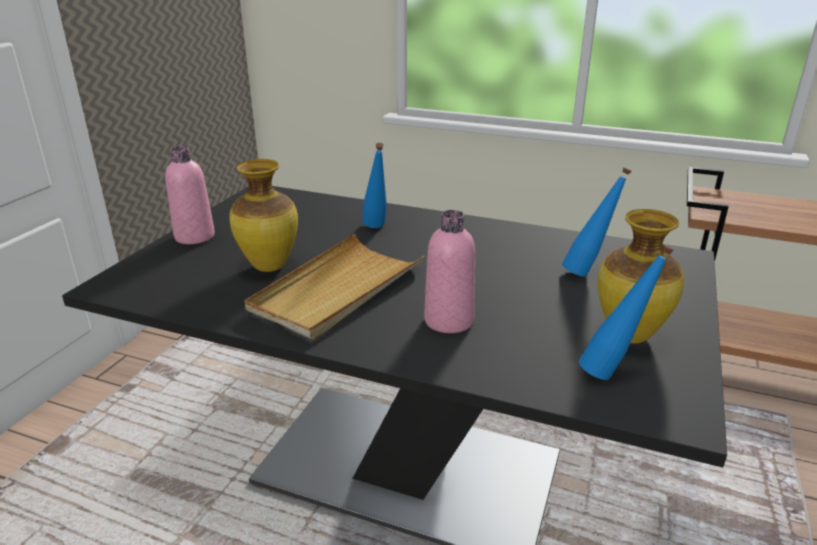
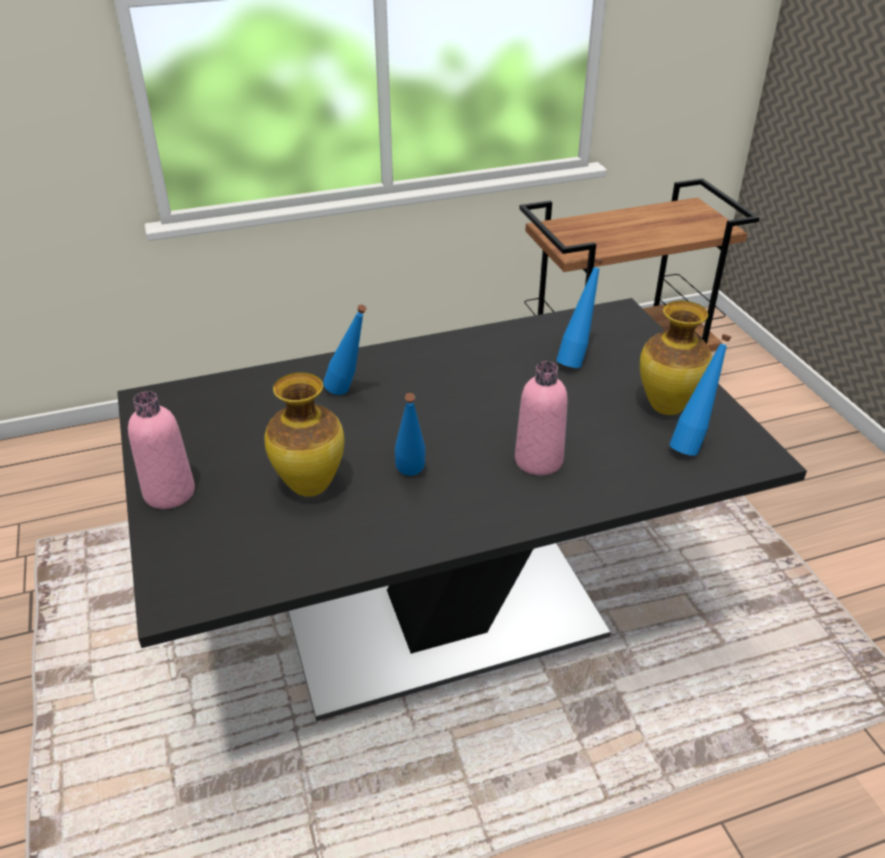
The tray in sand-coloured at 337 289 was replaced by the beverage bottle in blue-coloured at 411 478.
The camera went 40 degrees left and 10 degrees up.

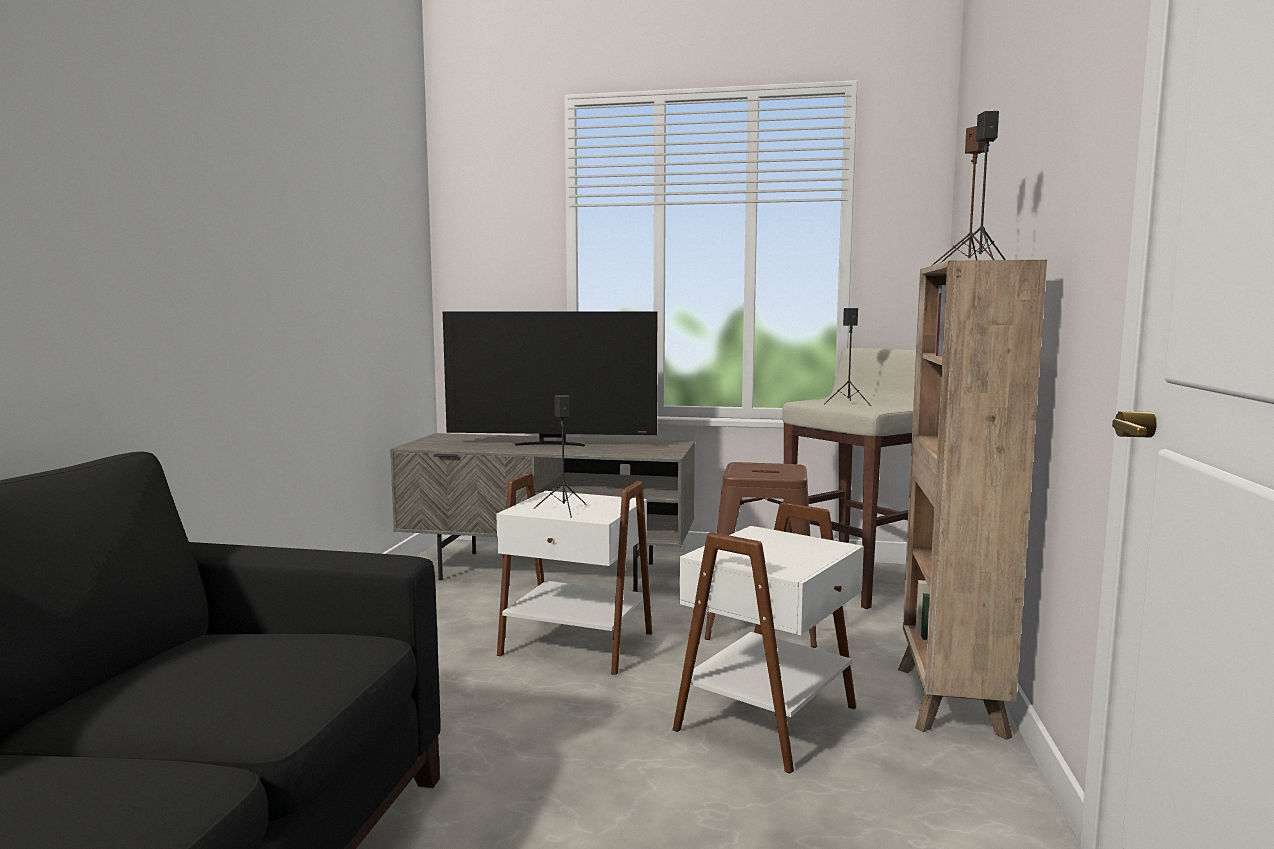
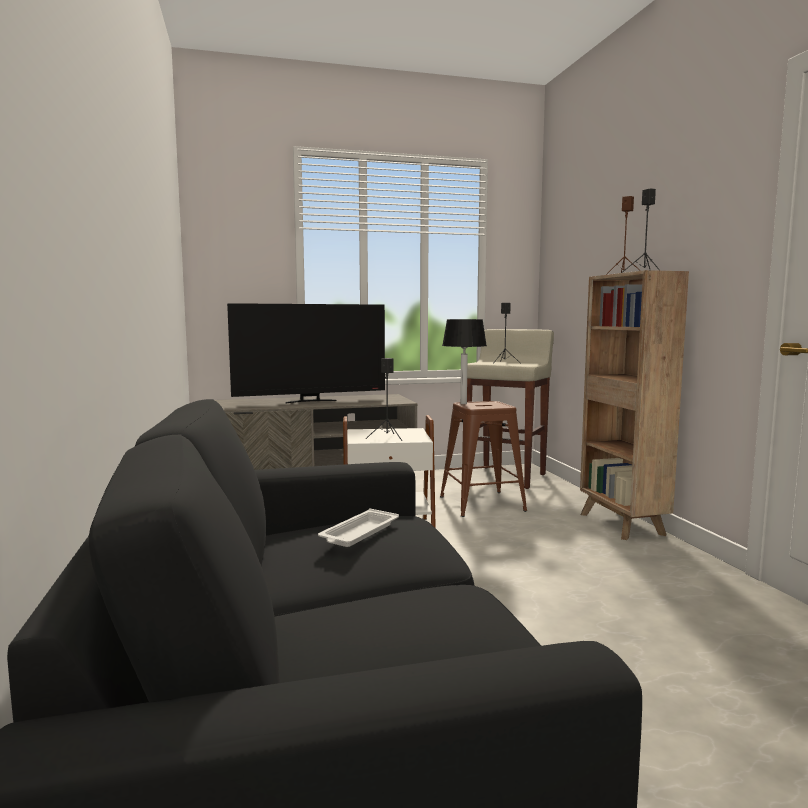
The end table in white-coloured at 770 719 disappeared.
The tray in white-coloured at 358 533 appeared.
The lamp for a table at 463 403 appeared.
The camera went 25 degrees left and 0 degrees up.

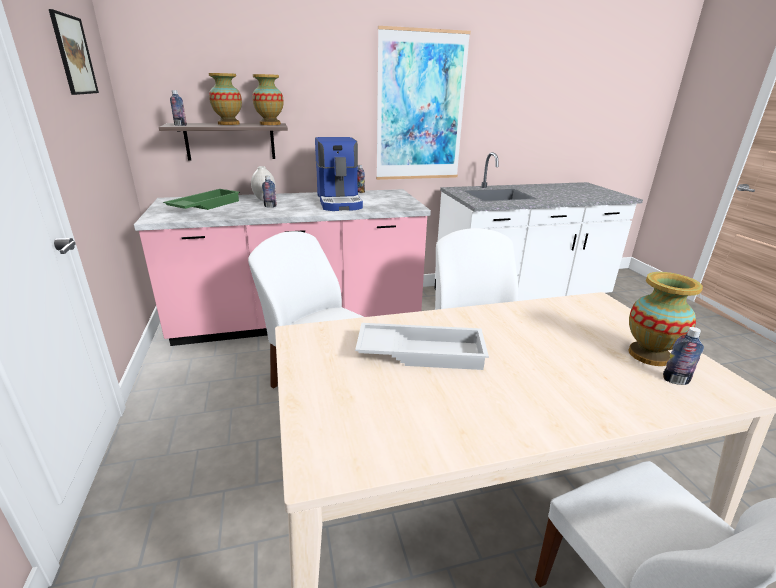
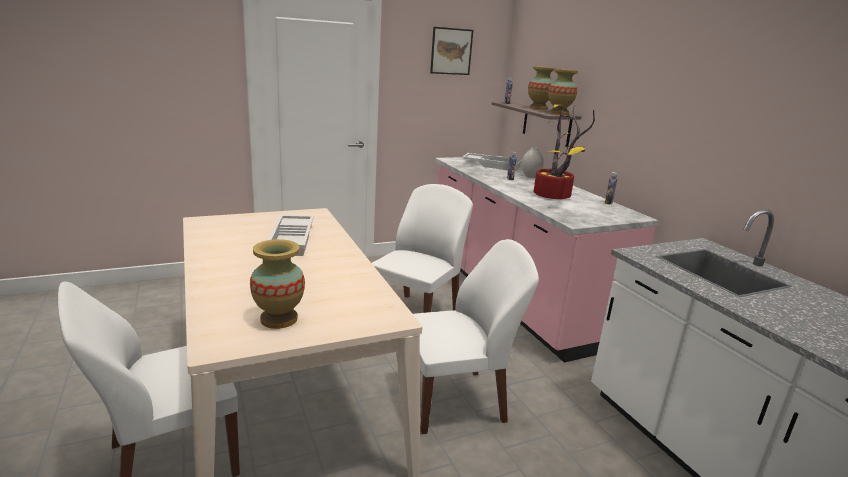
The tray in green-coloured at 204 205 became the tray in white-coloured at 492 165.
The coffee maker at 340 202 was replaced by the plant in a pot at 555 196.
The wall picture at 420 108 disappeared.
The beverage bottle at 675 380 disappeared.
The camera went 80 degrees right and 5 degrees down.

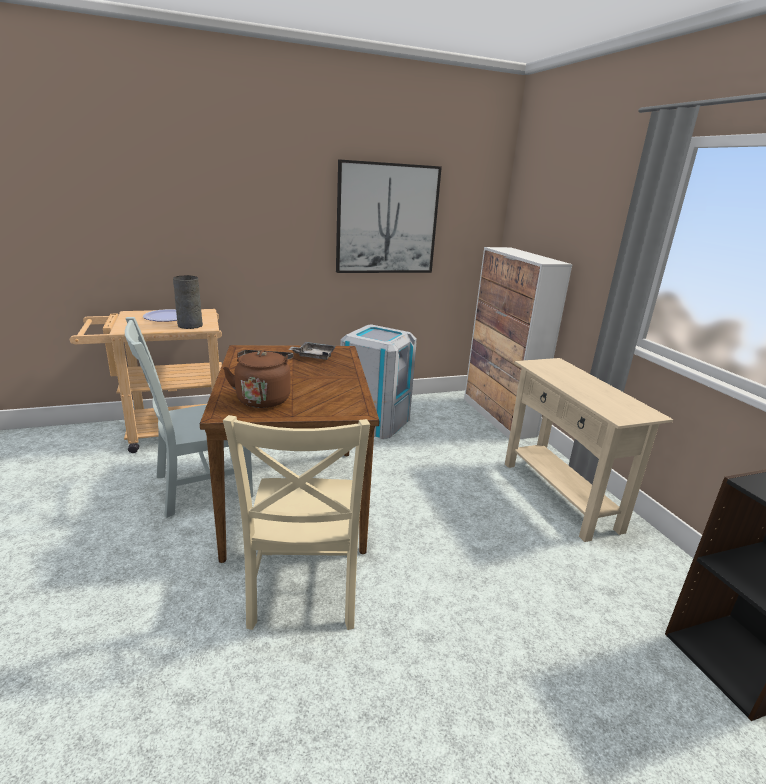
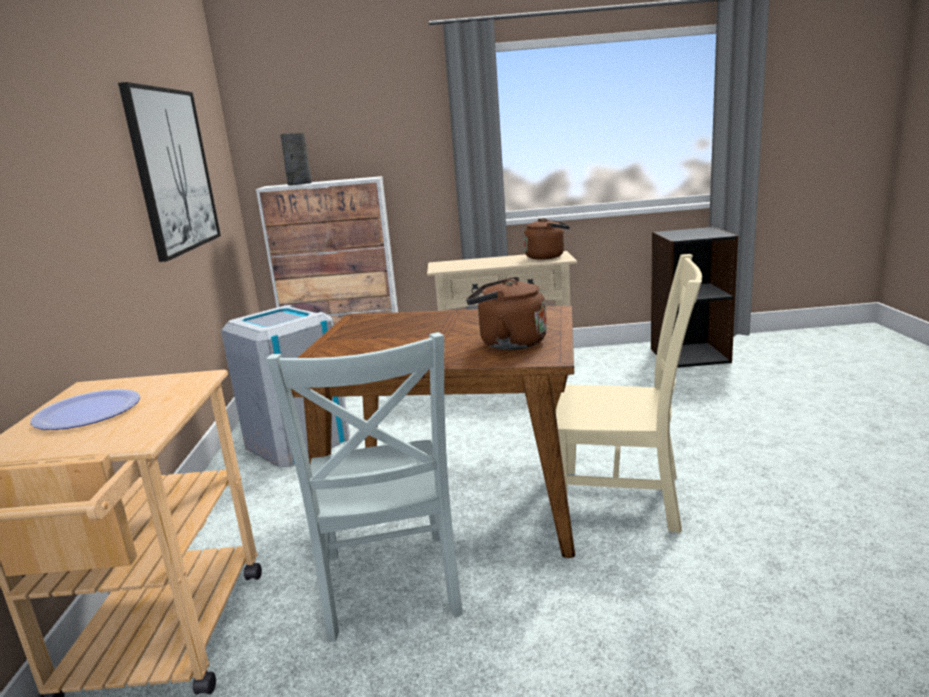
The decorative vase in gray moved from 189 325 to 299 184.
The tray in gray at 314 356 disappeared.
The kettle in brownish at 547 256 appeared.
The camera went 70 degrees left and 5 degrees down.

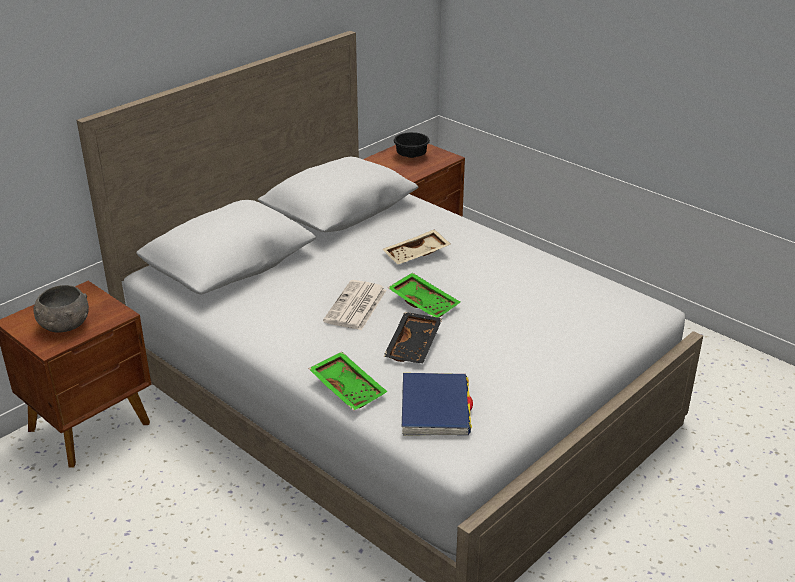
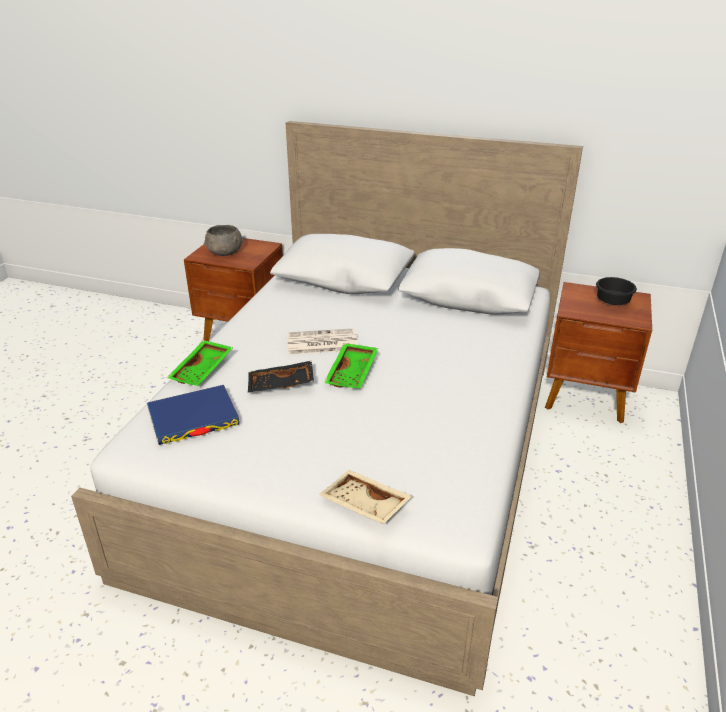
The tray in sand-coloured moved from 417 255 to 363 505.
The camera went 65 degrees right and 0 degrees up.

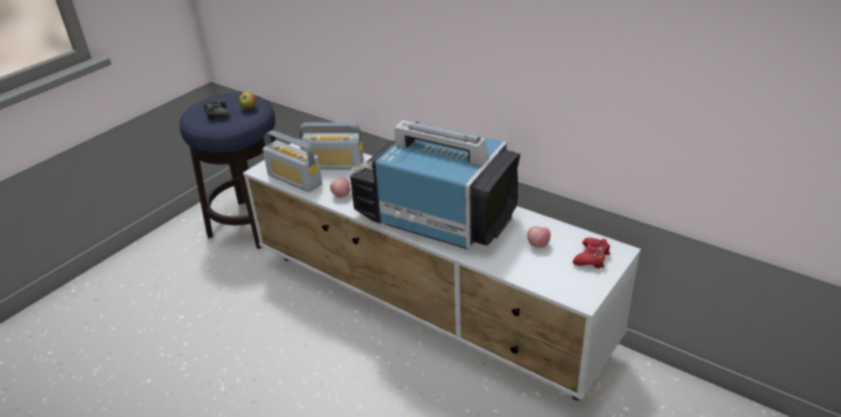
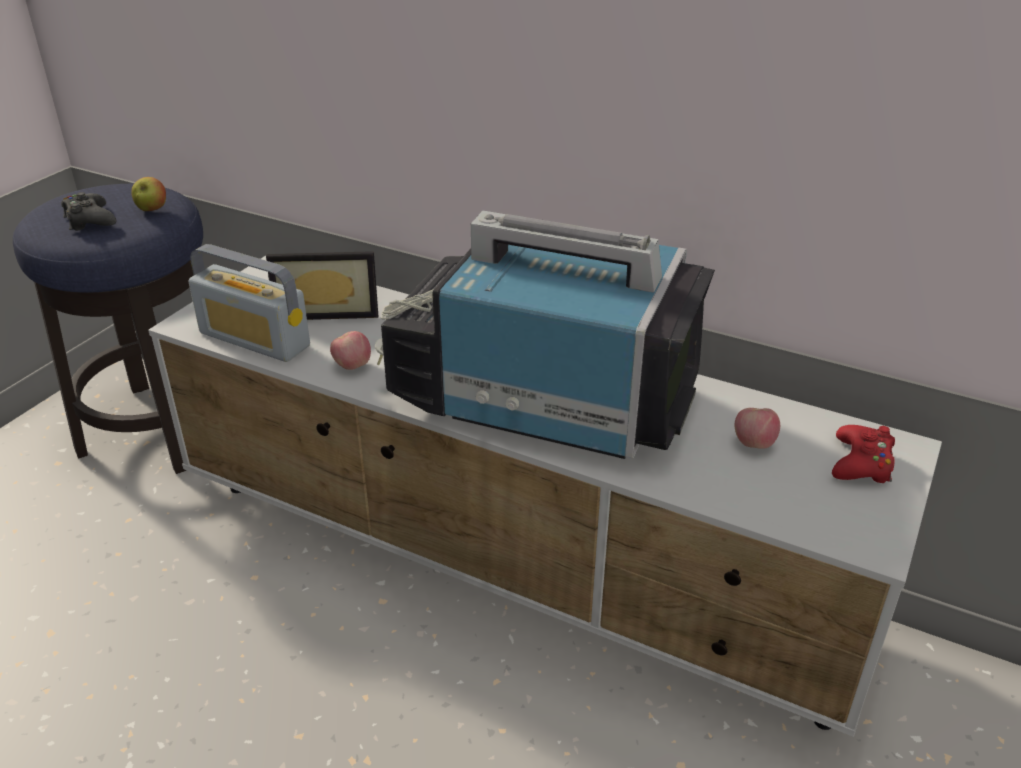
The radio at 334 165 was replaced by the picture frame at 328 310.
The camera went 10 degrees left and 0 degrees up.

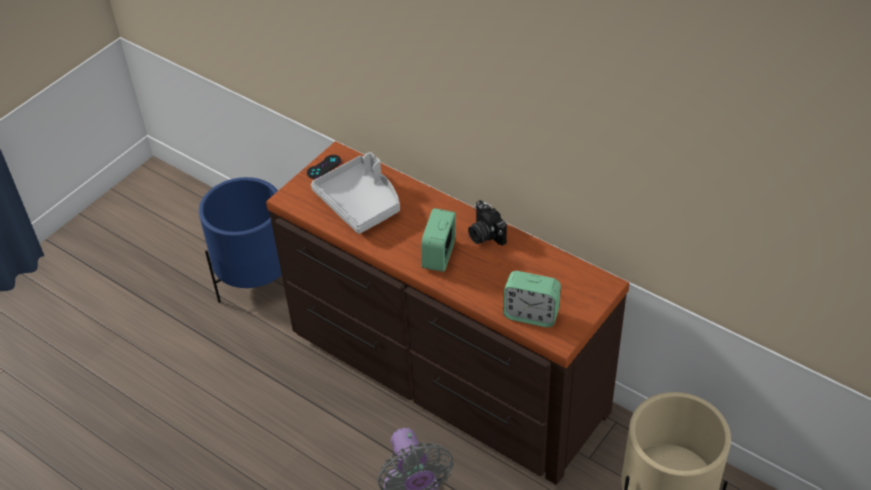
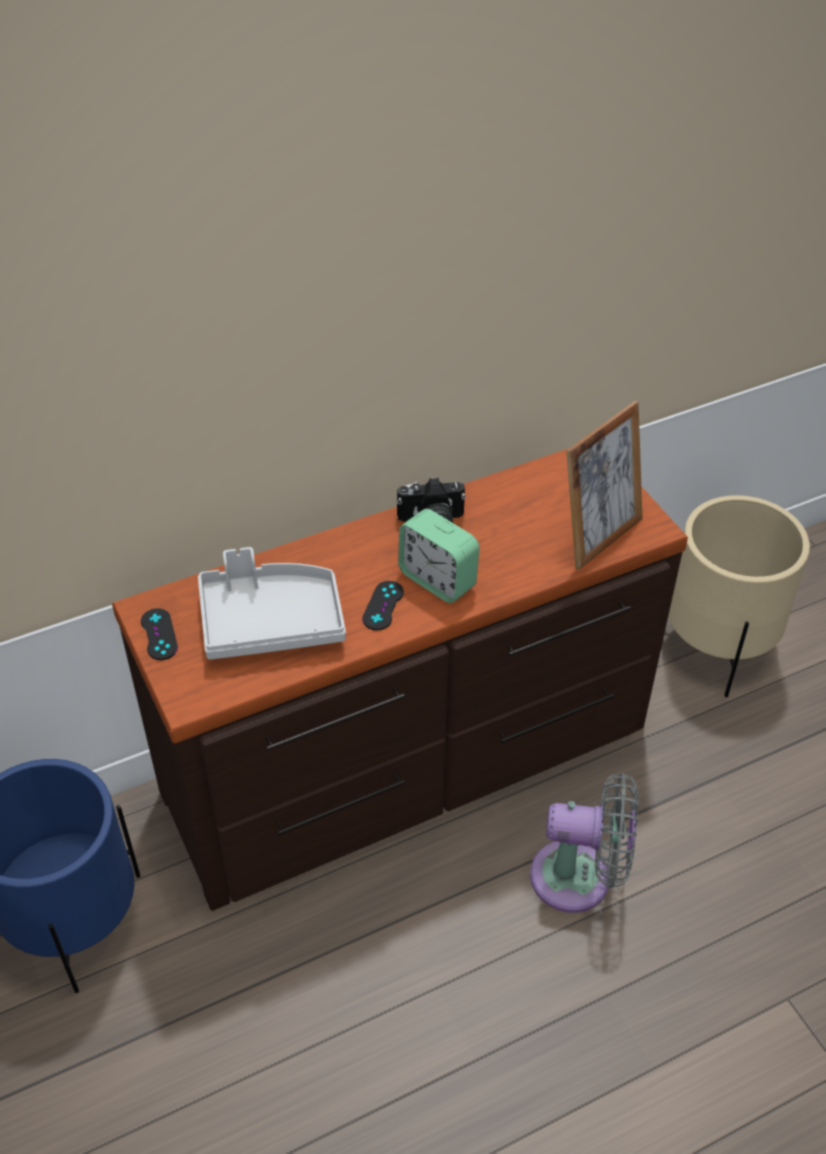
The alarm clock at 531 314 was replaced by the picture frame at 598 536.
The joypad in black at 383 605 appeared.
The camera went 65 degrees left and 0 degrees up.

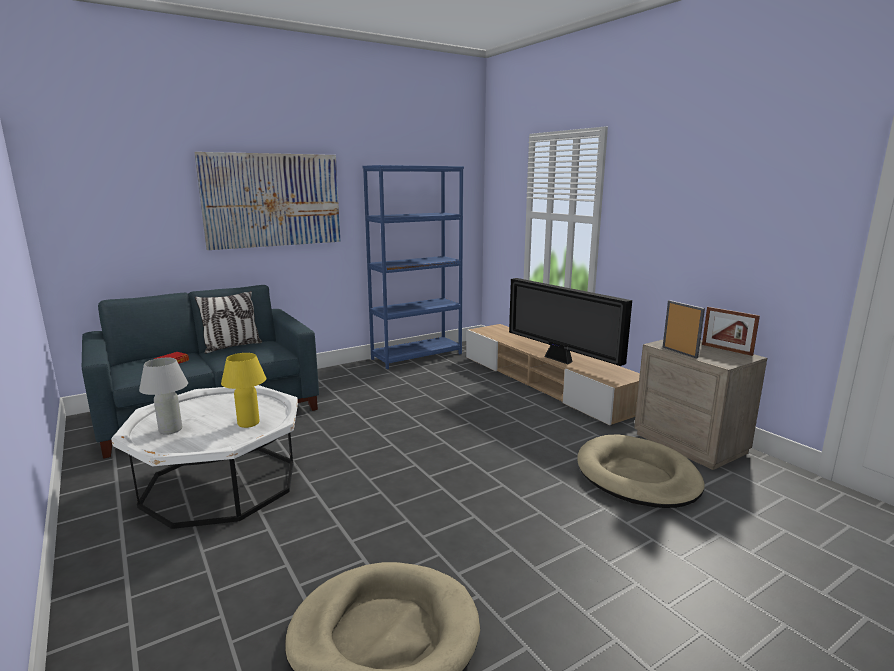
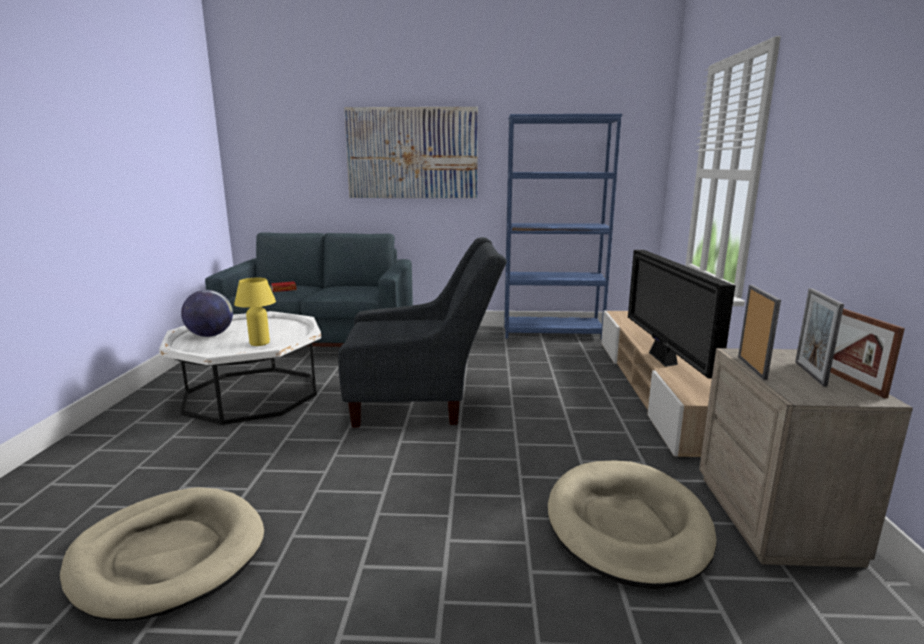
The lamp for a table in white-coloured at 170 430 was replaced by the desk globe at 210 335.
The cushion at 232 347 disappeared.
The armchair in gray at 423 401 appeared.
The picture frame at 810 373 appeared.
The camera went 35 degrees right and 0 degrees up.

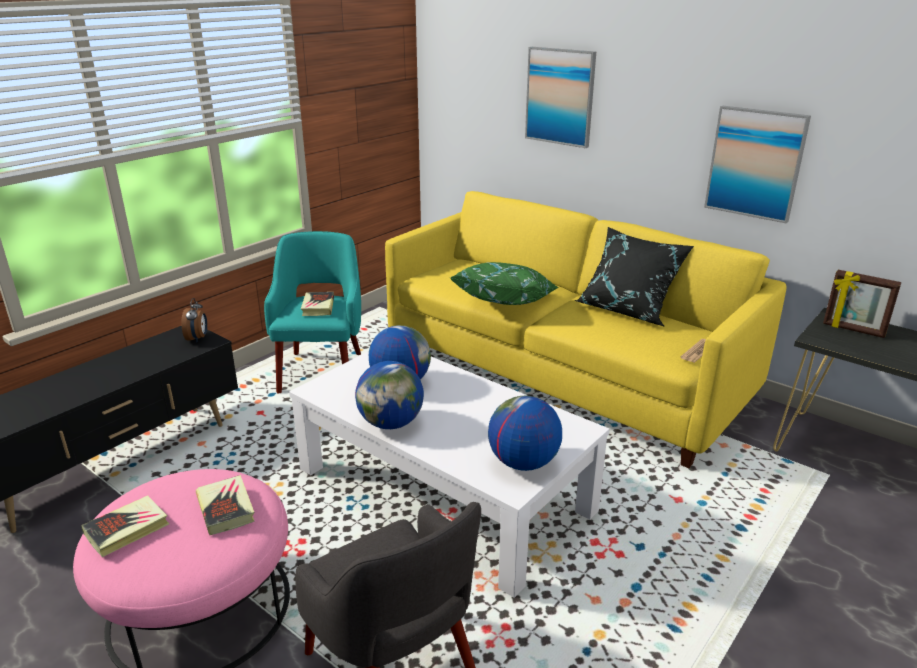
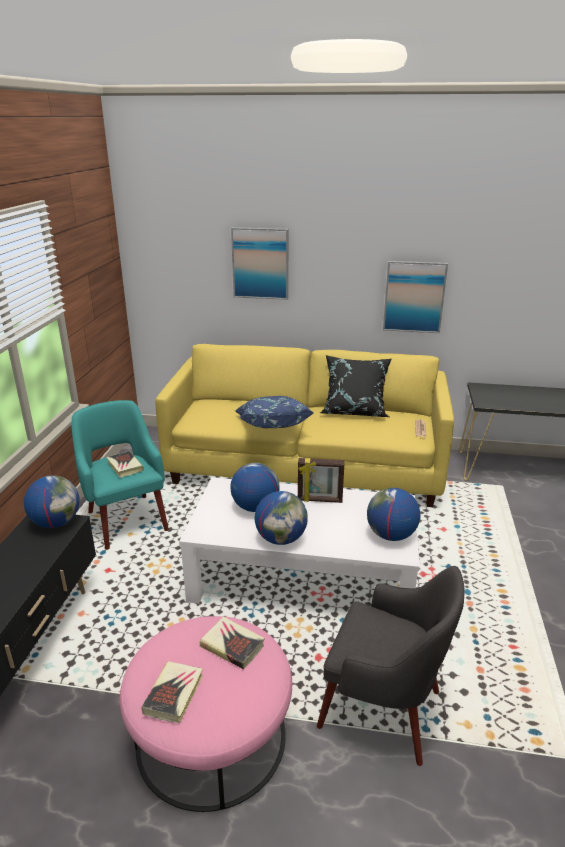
The alarm clock at 198 338 was replaced by the desk globe at 56 522.
The cushion in green-coloured at 506 302 became the cushion in blue-coloured at 272 425.
The picture frame moved from 853 330 to 319 500.
The camera went 30 degrees left and 0 degrees up.

